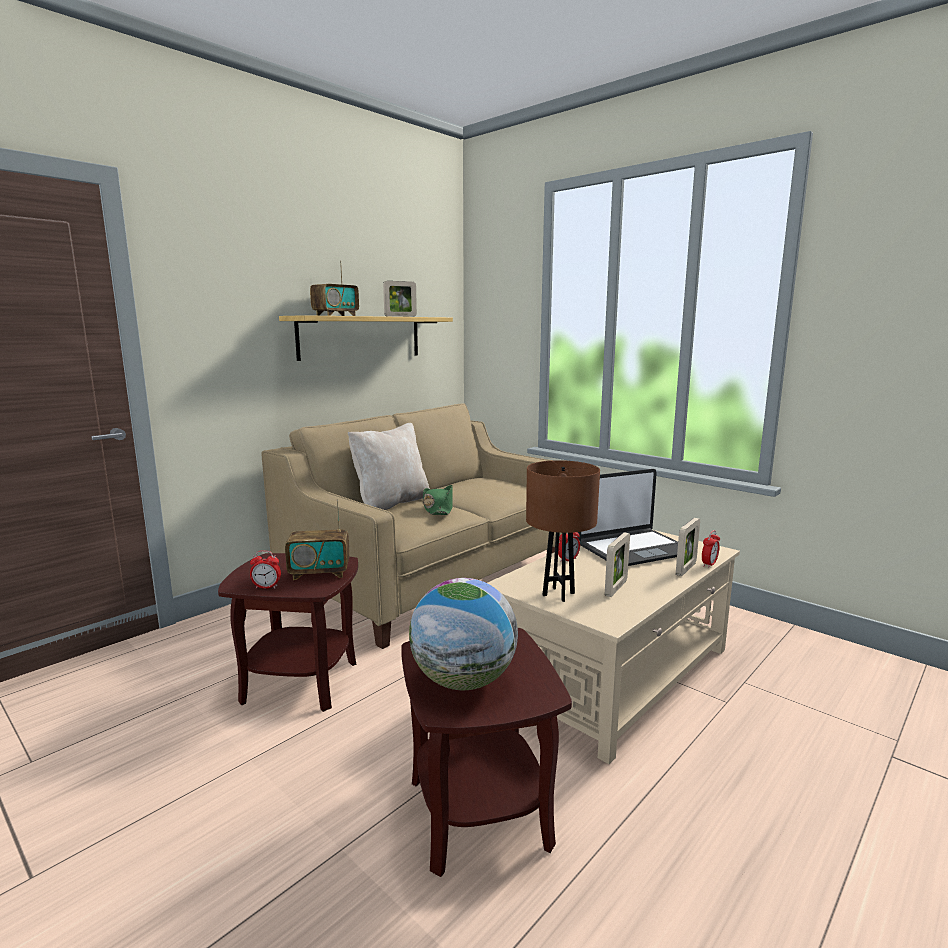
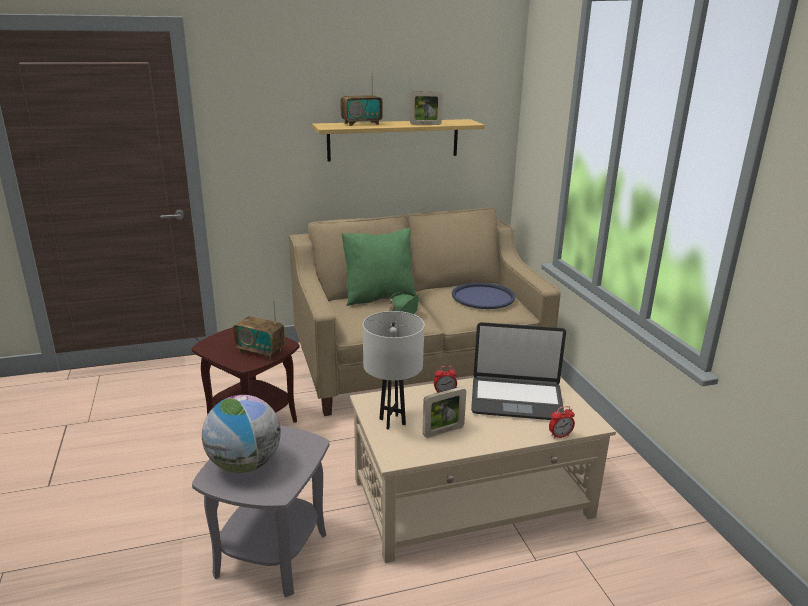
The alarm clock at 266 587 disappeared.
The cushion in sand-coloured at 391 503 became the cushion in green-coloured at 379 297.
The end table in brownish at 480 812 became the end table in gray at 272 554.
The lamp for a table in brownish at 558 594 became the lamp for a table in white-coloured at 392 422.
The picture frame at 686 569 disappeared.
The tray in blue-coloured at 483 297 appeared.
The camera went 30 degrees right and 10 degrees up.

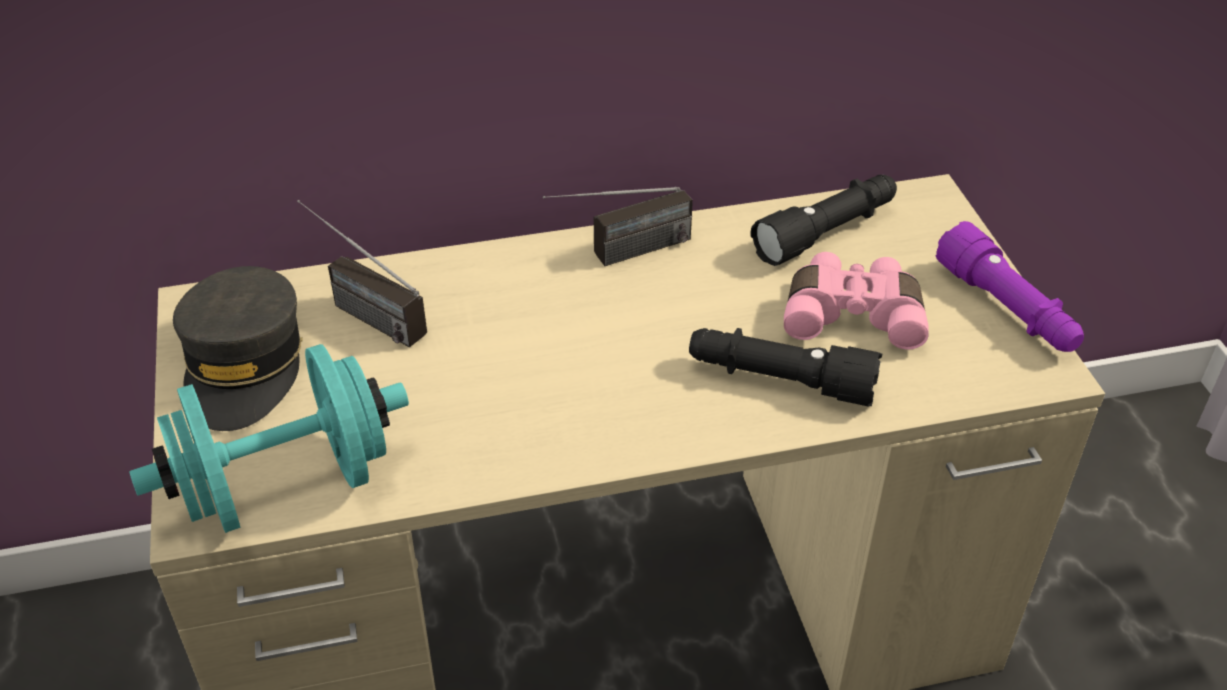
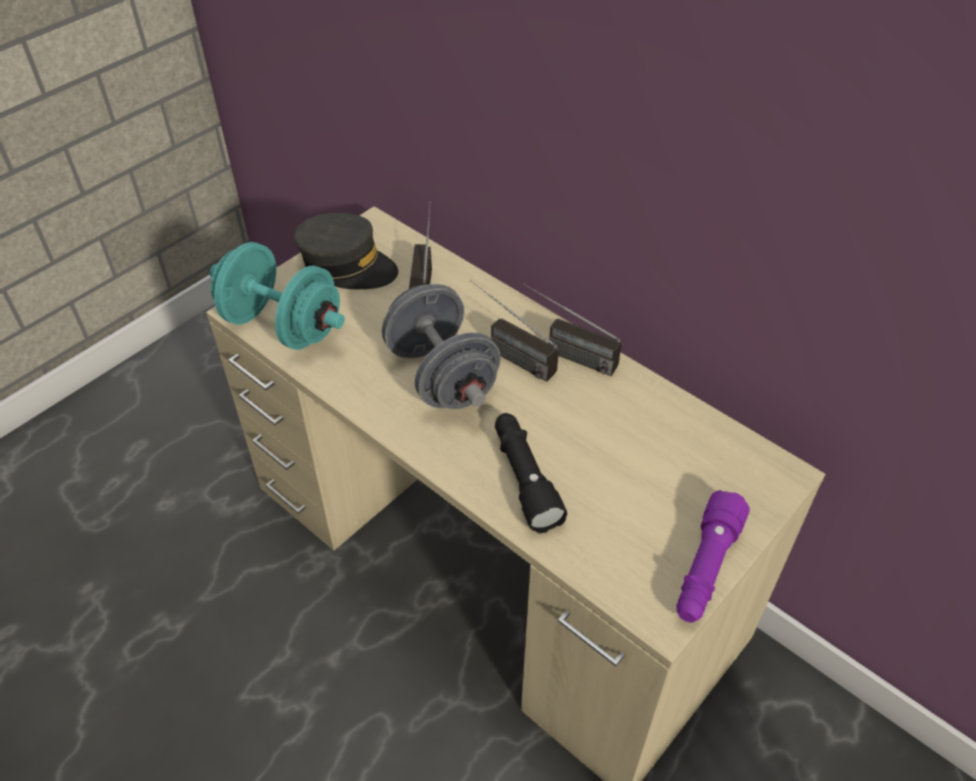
The peaked cap in gray at 244 365 turned 120 degrees counterclockwise.
The torch in black at 826 232 disappeared.
The binoculars in pink at 853 314 disappeared.
The free weight in gray at 442 376 appeared.
The radio at 507 354 appeared.
The camera went 55 degrees right and 5 degrees up.

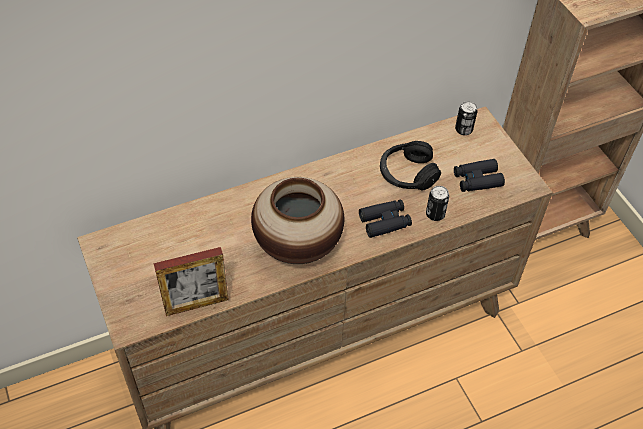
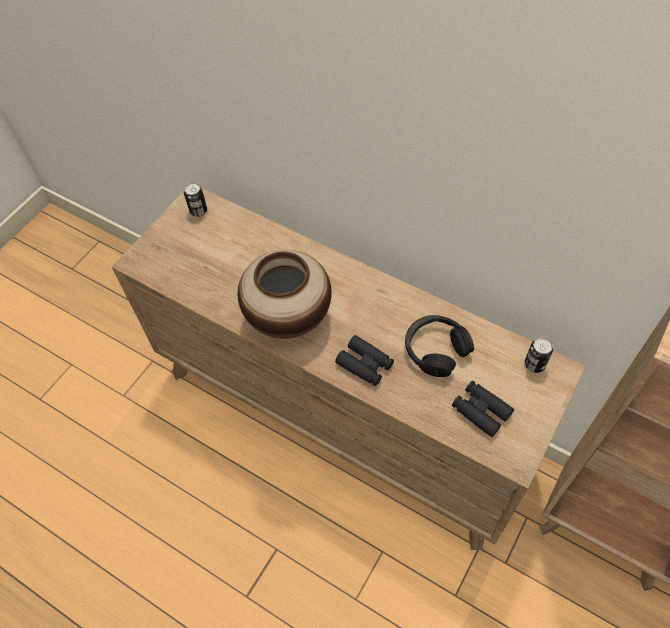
The picture frame at 196 304 disappeared.
The sealed can moved from 435 214 to 198 210.
The camera went 60 degrees right and 5 degrees up.

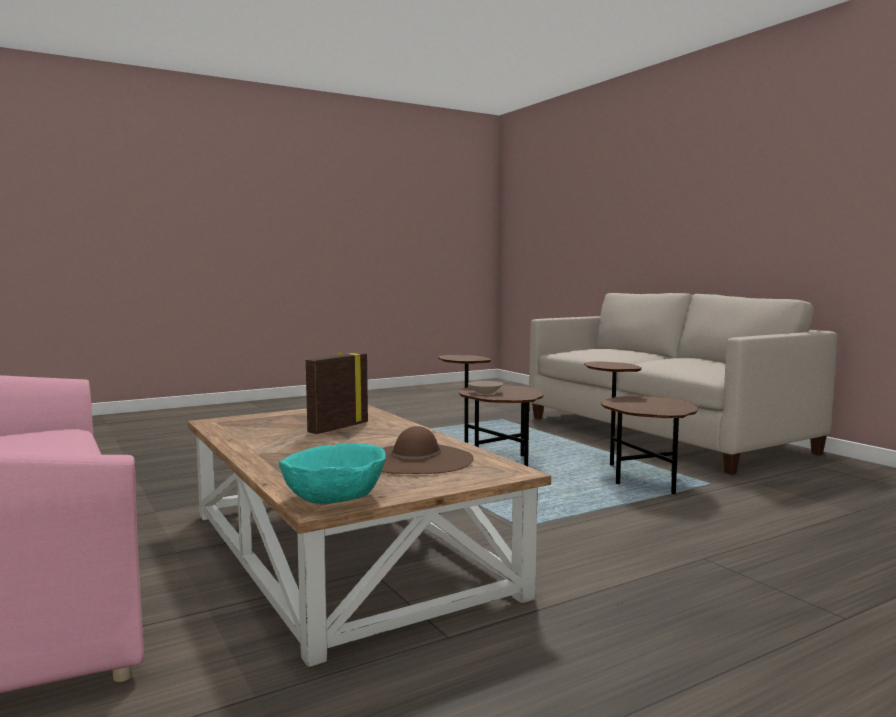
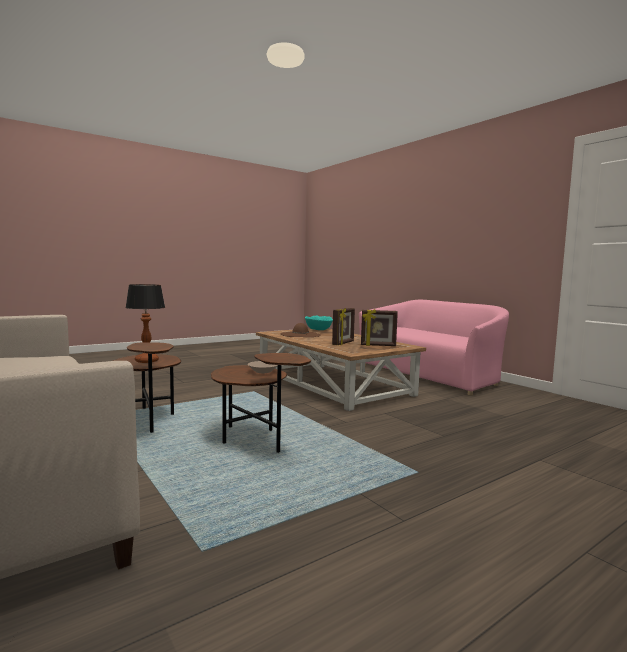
The lamp for a table at 146 361 appeared.
The picture frame at 378 345 appeared.
The camera went 175 degrees right and 0 degrees up.

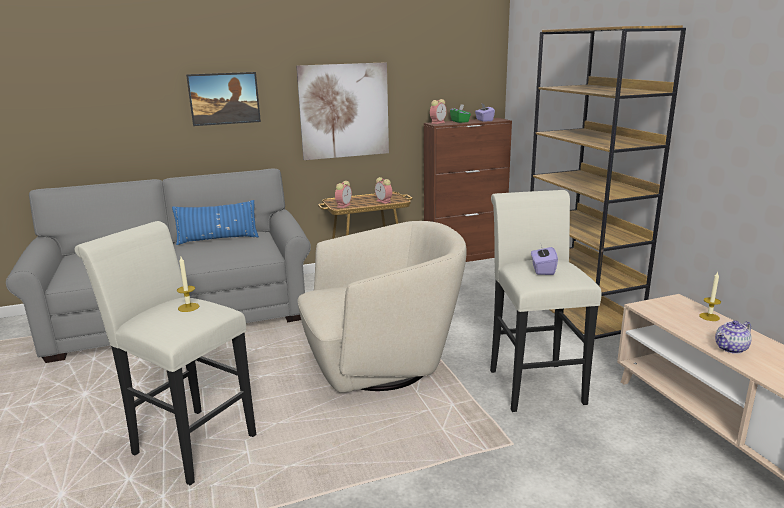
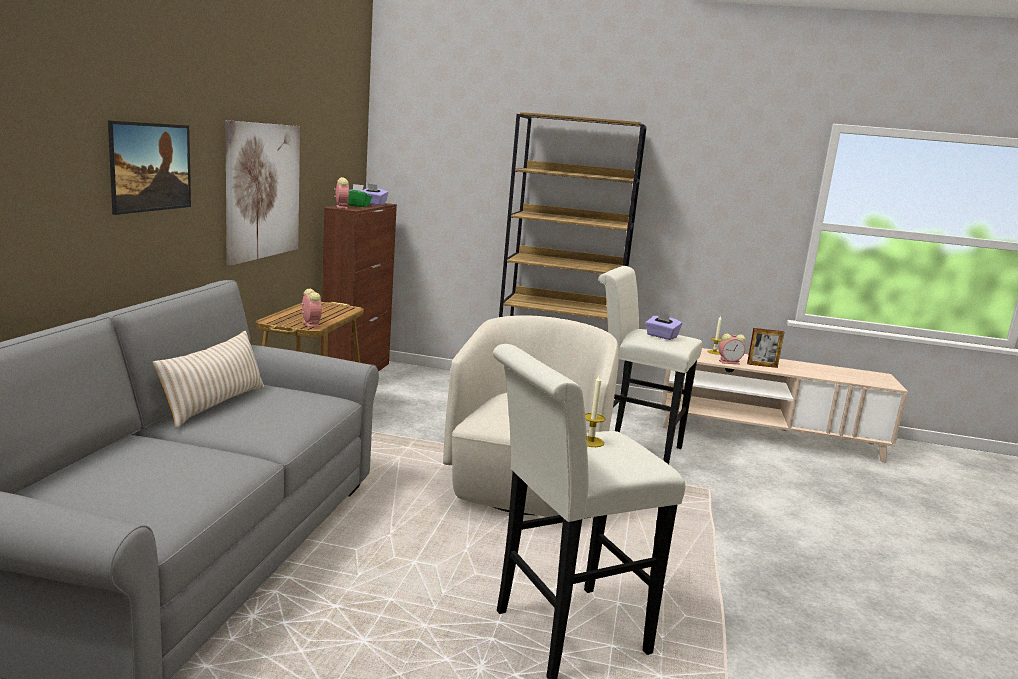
The cushion in blue-coloured at 218 239 became the cushion in sand-coloured at 215 404.
The alarm clock moved from 384 201 to 730 362.
The tea pot at 731 348 was replaced by the picture frame at 762 365.
The camera went 60 degrees left and 5 degrees down.

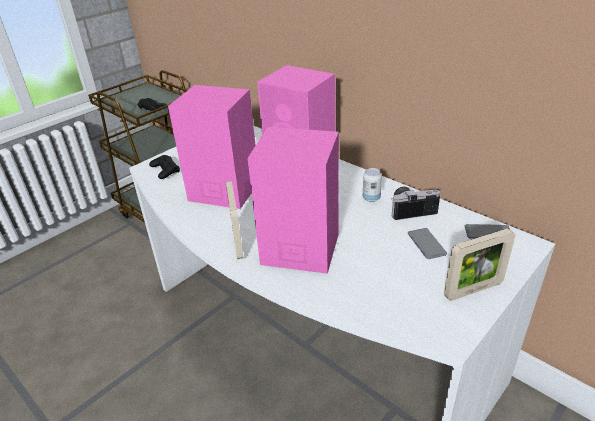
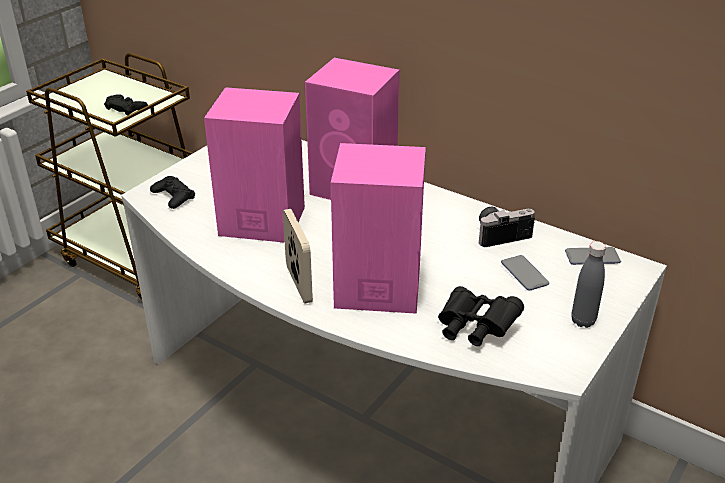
The sealed can at 371 198 disappeared.
The picture frame at 473 290 was replaced by the beverage bottle in gray at 583 321.
The binoculars in black at 474 328 appeared.
The camera went 10 degrees left and 0 degrees up.

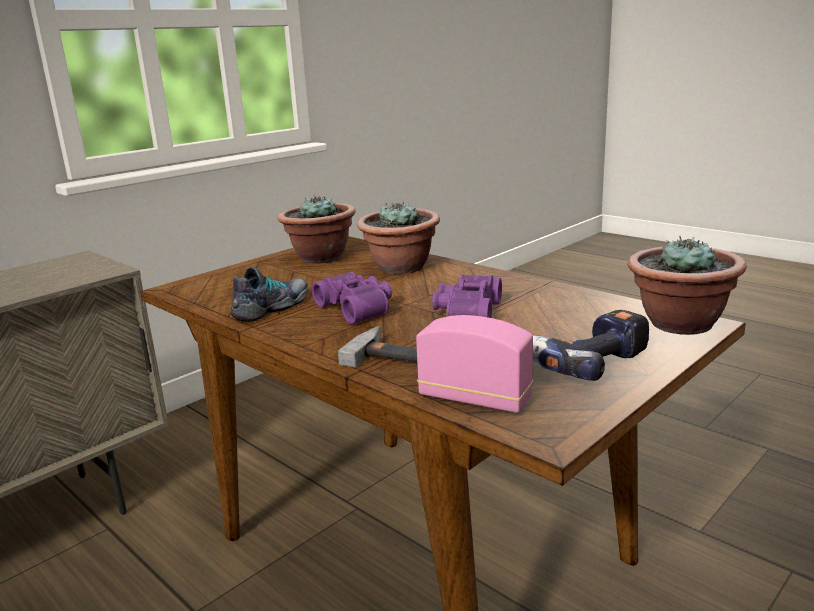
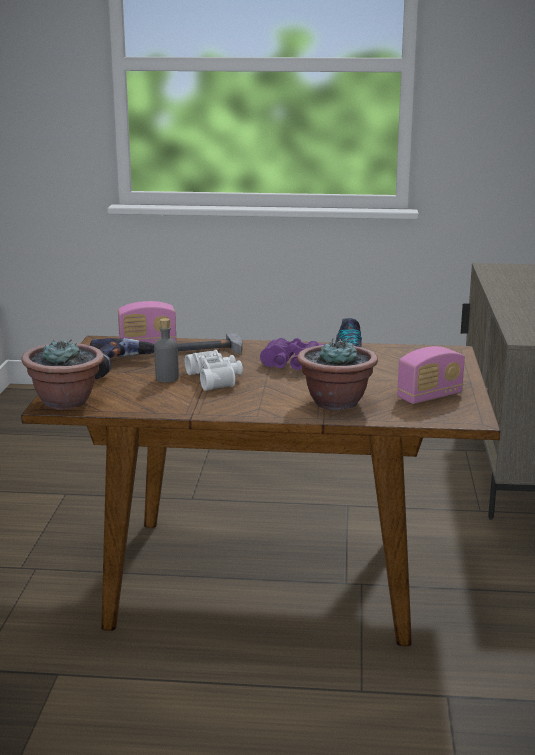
The plant in a pot at 320 258 was replaced by the radio at 429 396.
The binoculars in purplish at 466 313 became the binoculars in white-coloured at 216 379.
The beverage bottle in gray at 167 378 appeared.
The camera went 140 degrees right and 0 degrees up.

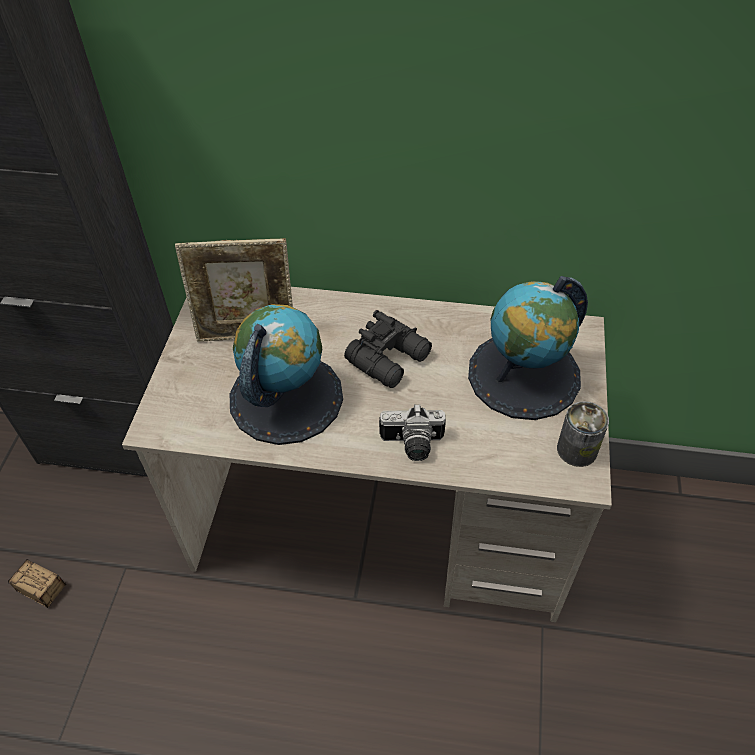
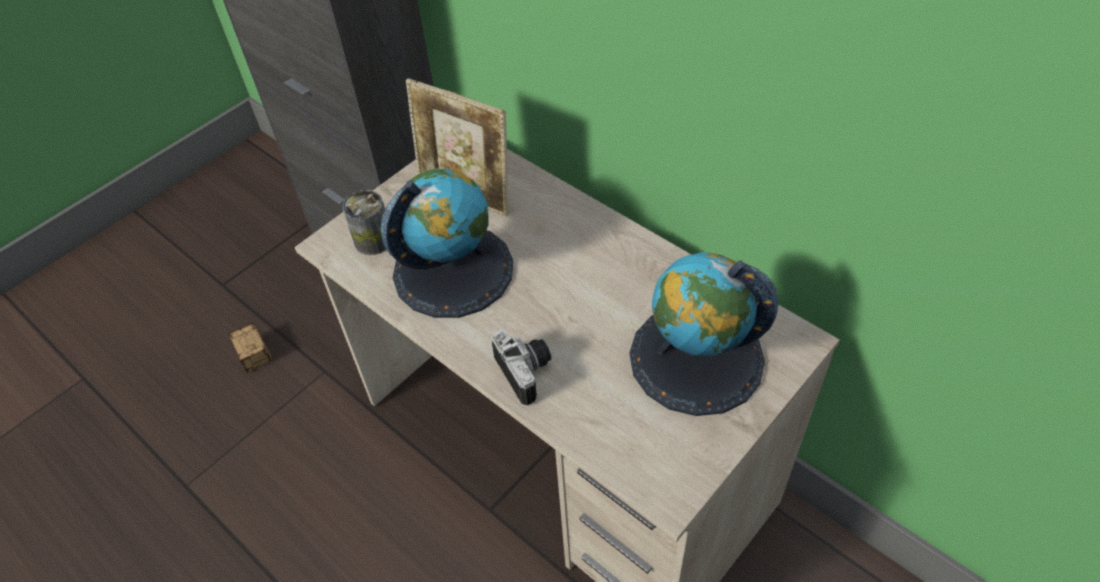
The binoculars in black at 390 358 disappeared.
The photo camera at 412 445 turned 150 degrees counterclockwise.
The sealed can moved from 577 449 to 373 240.
The camera went 35 degrees right and 0 degrees up.

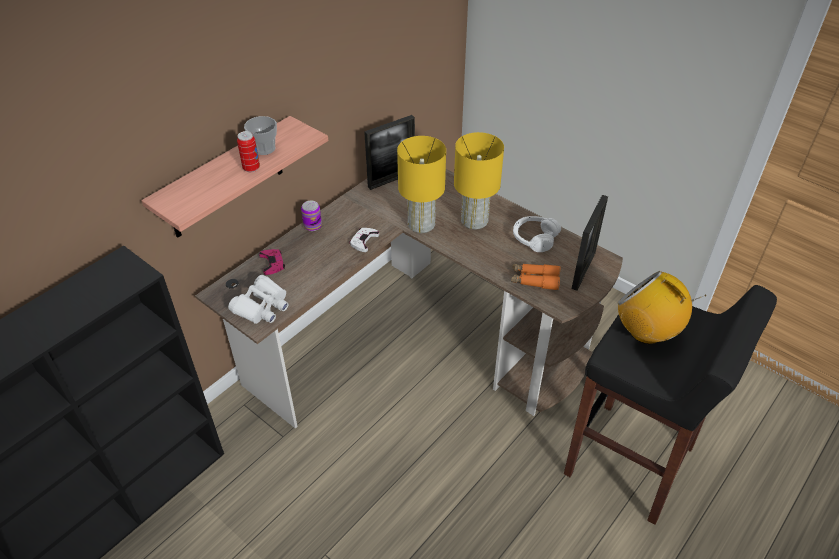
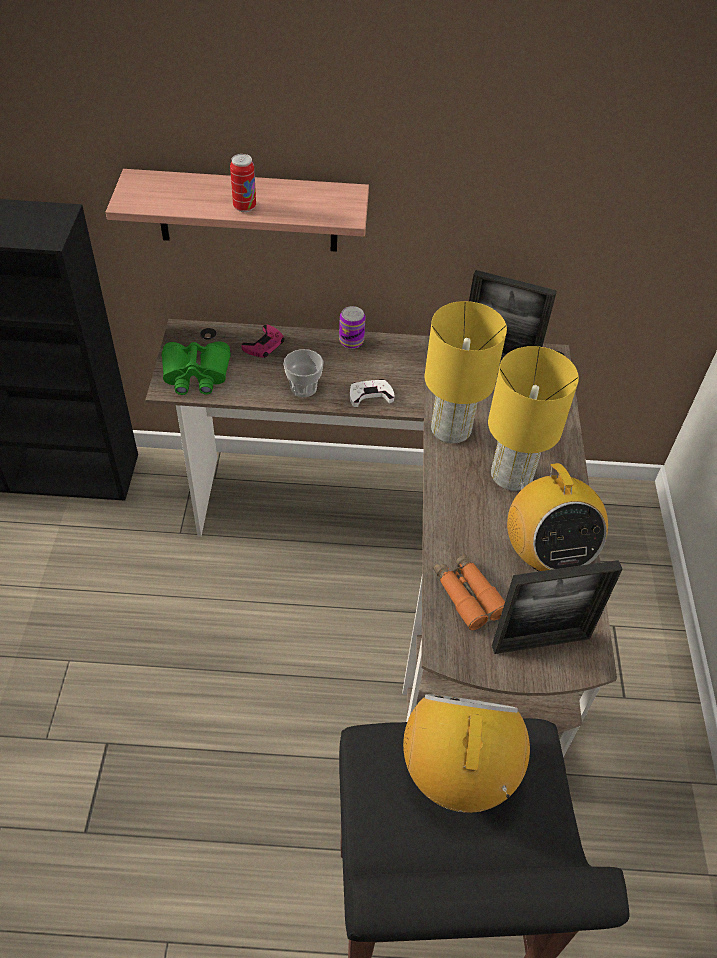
The binoculars in white-coloured at 262 307 became the binoculars in green-coloured at 196 374.
The drinking cup moved from 264 148 to 303 388.
The headphones in white-coloured at 534 238 was replaced by the radio at 545 554.
The camera went 50 degrees right and 5 degrees up.

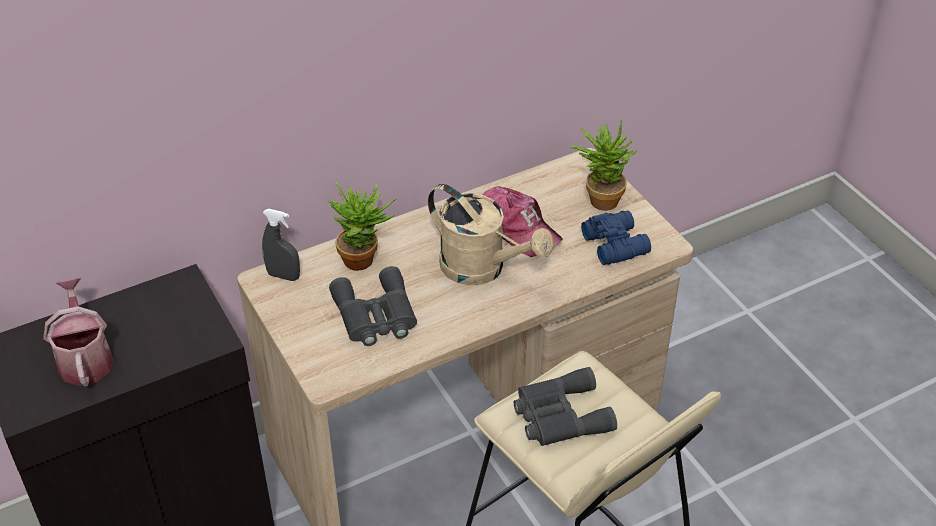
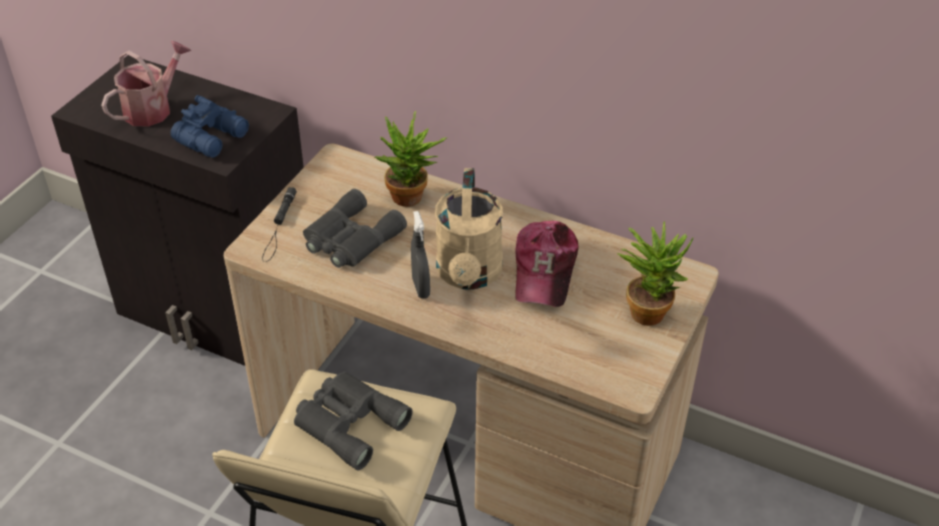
The hand sprayer in gray moved from 283 276 to 421 287.
The binoculars in blue-coloured moved from 615 243 to 213 138.
The torch in black at 279 227 appeared.
The camera went 55 degrees right and 0 degrees up.

